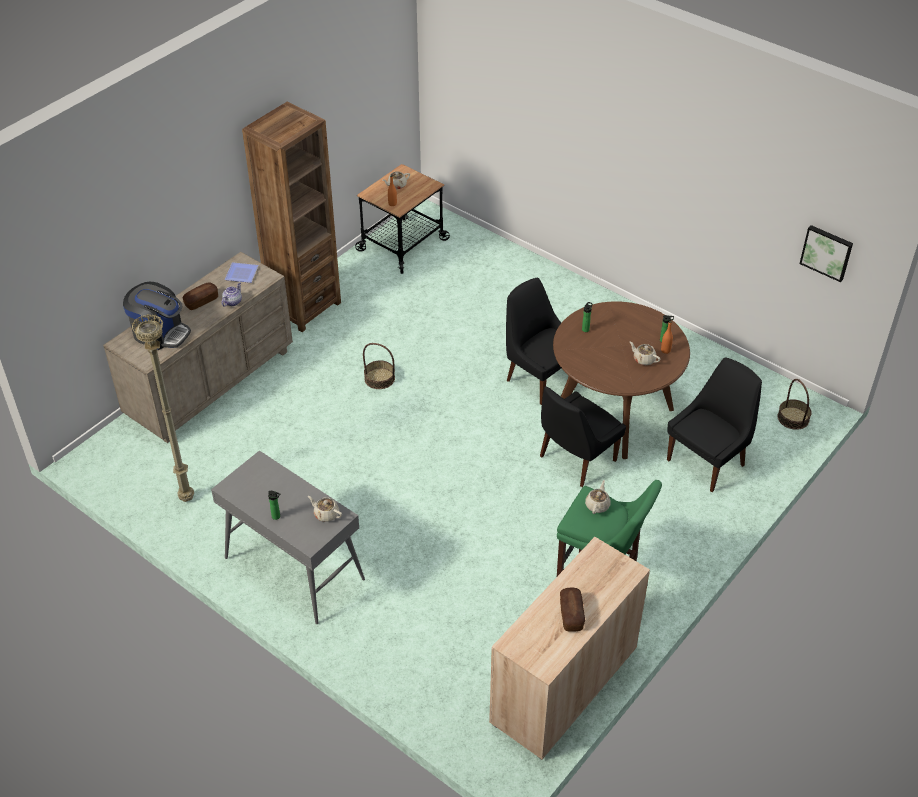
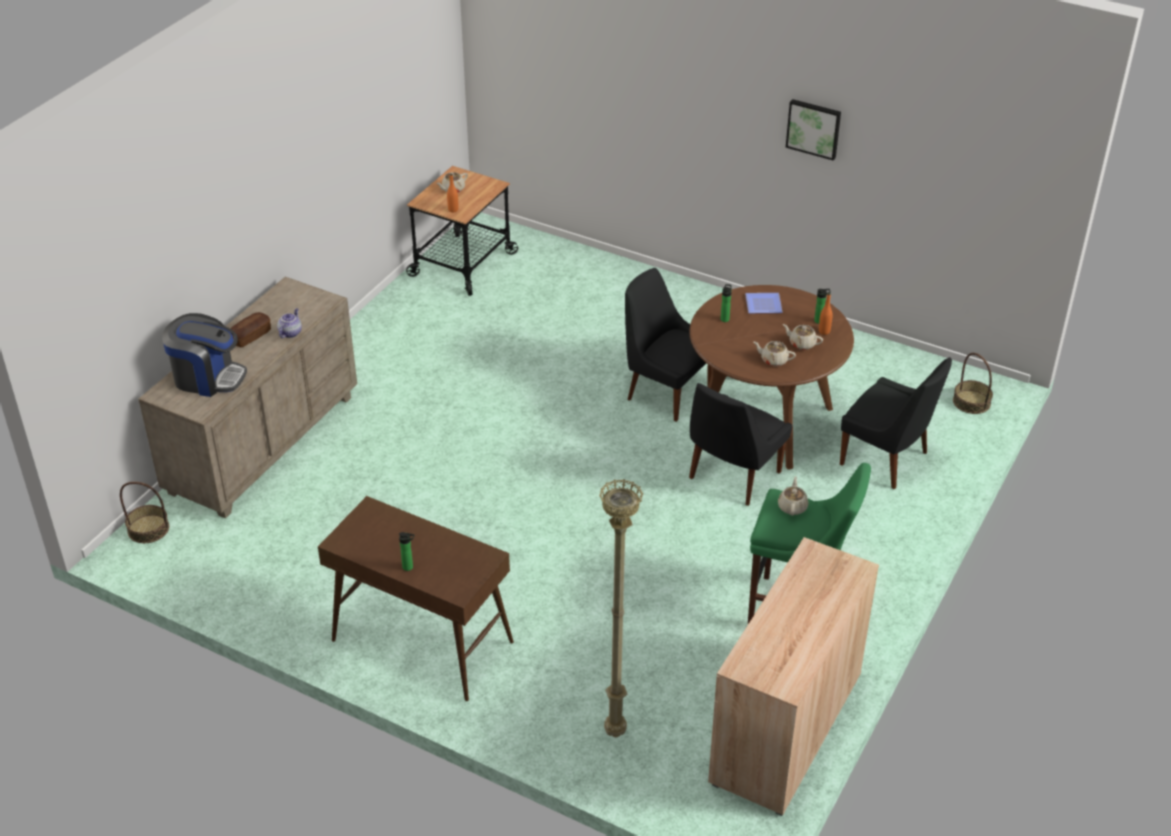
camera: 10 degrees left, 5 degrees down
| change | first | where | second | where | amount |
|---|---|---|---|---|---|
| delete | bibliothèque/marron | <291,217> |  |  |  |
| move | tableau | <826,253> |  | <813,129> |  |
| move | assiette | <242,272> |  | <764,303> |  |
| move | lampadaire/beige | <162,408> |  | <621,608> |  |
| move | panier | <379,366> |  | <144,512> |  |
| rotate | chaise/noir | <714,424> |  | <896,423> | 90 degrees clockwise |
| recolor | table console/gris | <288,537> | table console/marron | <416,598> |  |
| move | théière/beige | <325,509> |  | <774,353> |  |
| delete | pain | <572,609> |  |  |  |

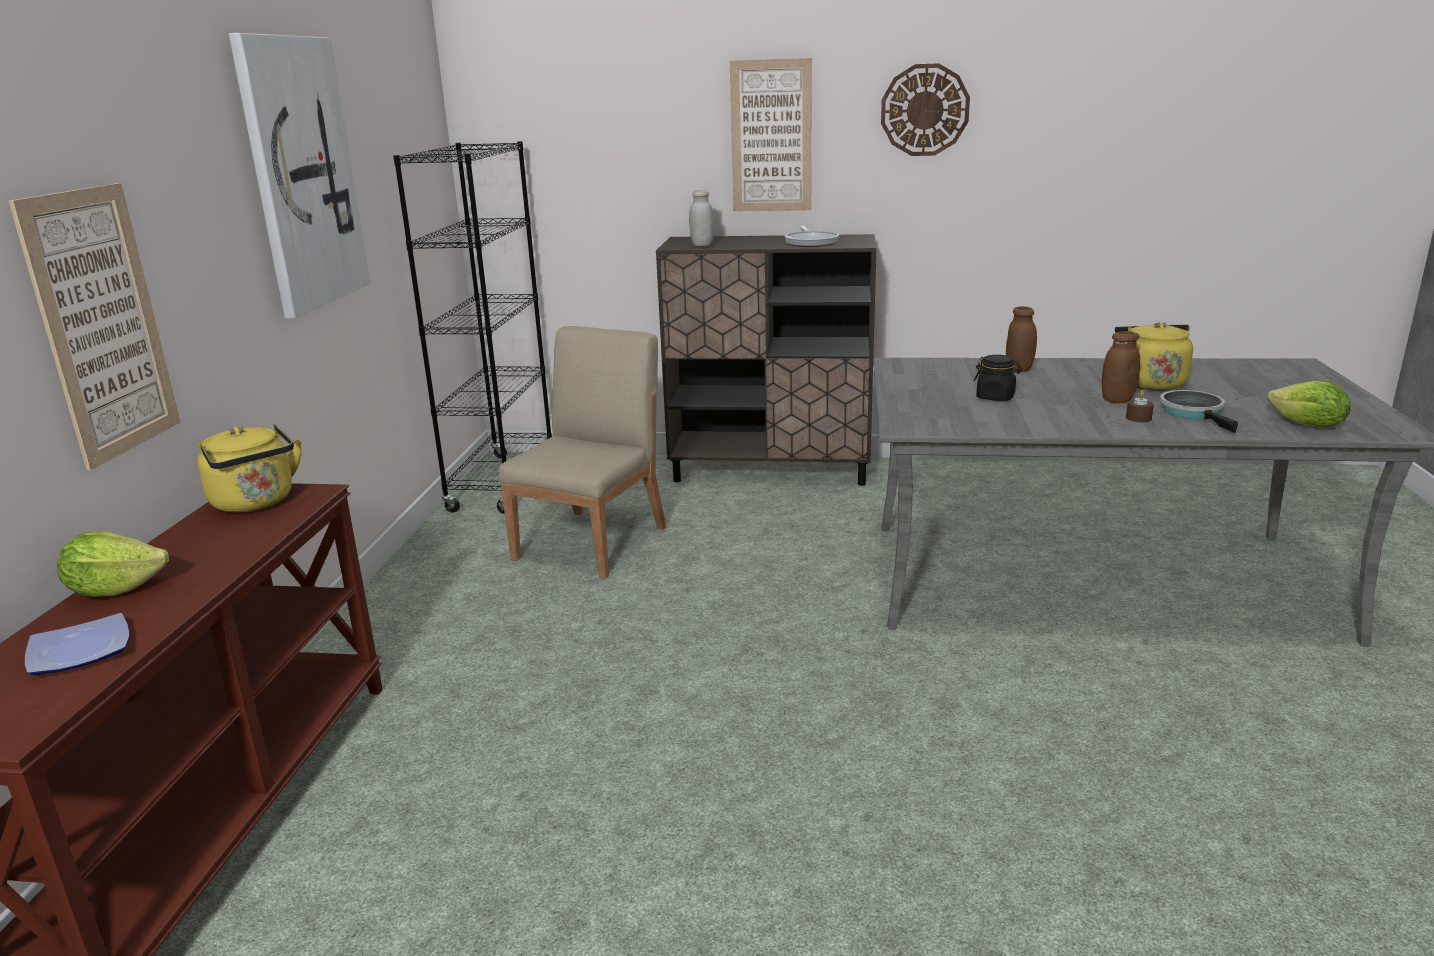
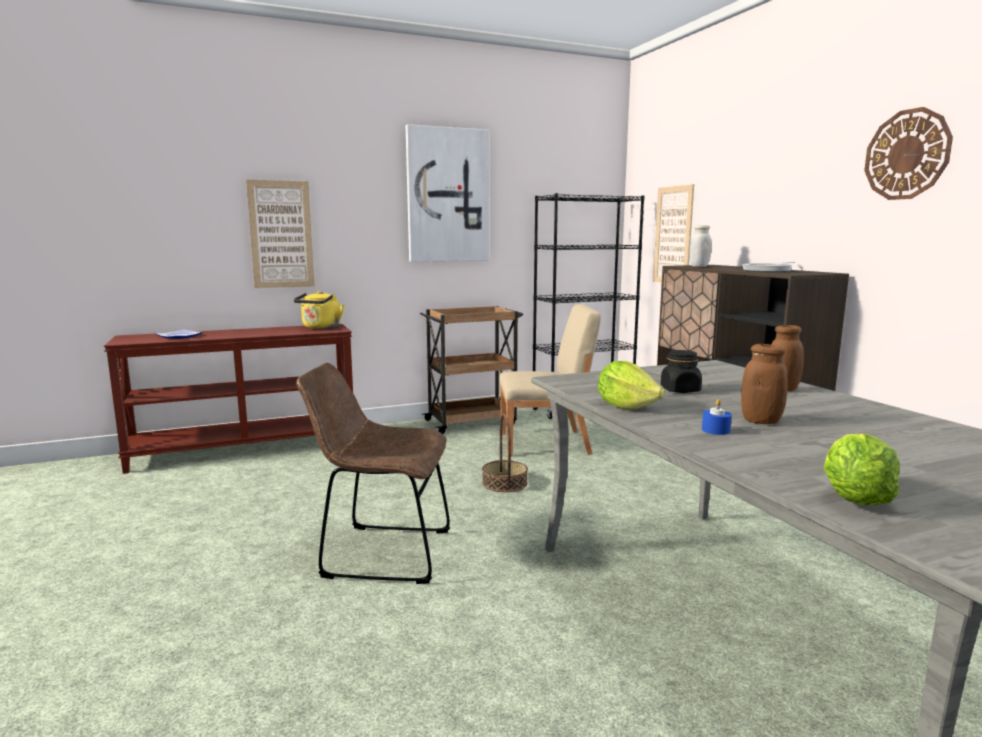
camera: 60 degrees right, 10 degrees down
| change | first | where | second | where | amount |
|---|---|---|---|---|---|
| move | tableau | <771,135> |  | <673,233> |  |
| delete | bouilloire/jaune | <1151,356> |  |  |  |
| delete | poêle | <1199,411> |  |  |  |
| recolor | bougie/marron | <1140,406> | bougie/bleu | <717,417> |  |
| move | laitue | <113,564> |  | <631,385> |  |
| insert |  |  | chariot/marron | <471,370> |  |
| insert |  |  | chaise/marron | <373,473> |  |
| insert |  |  | panier | <505,453> |  |

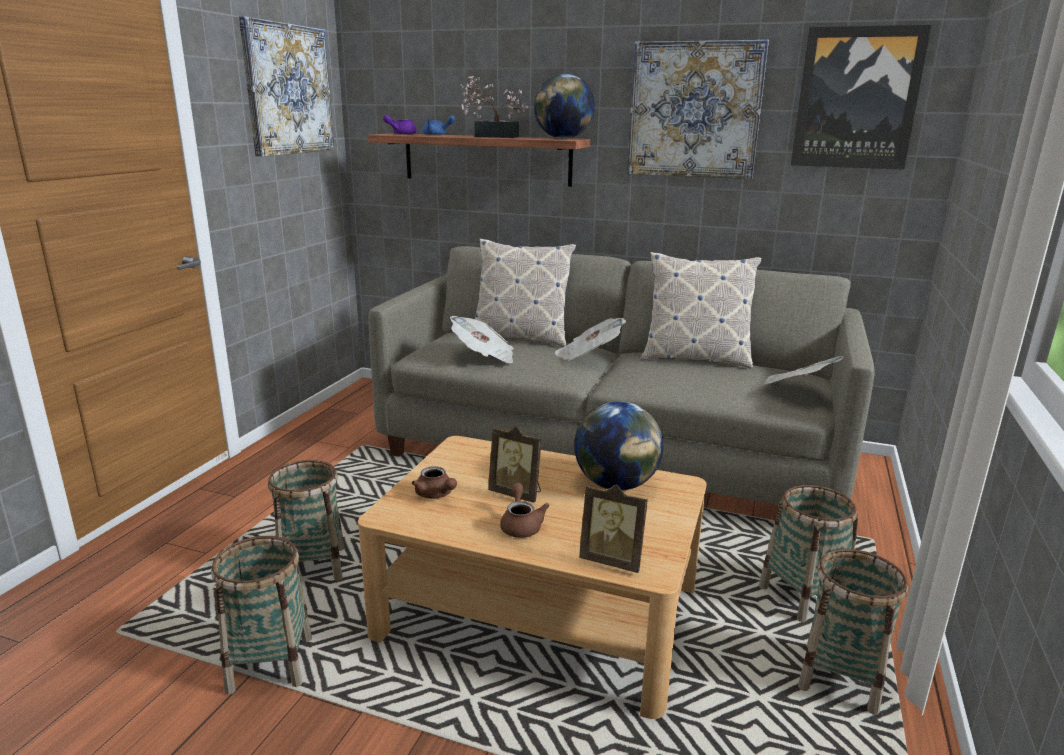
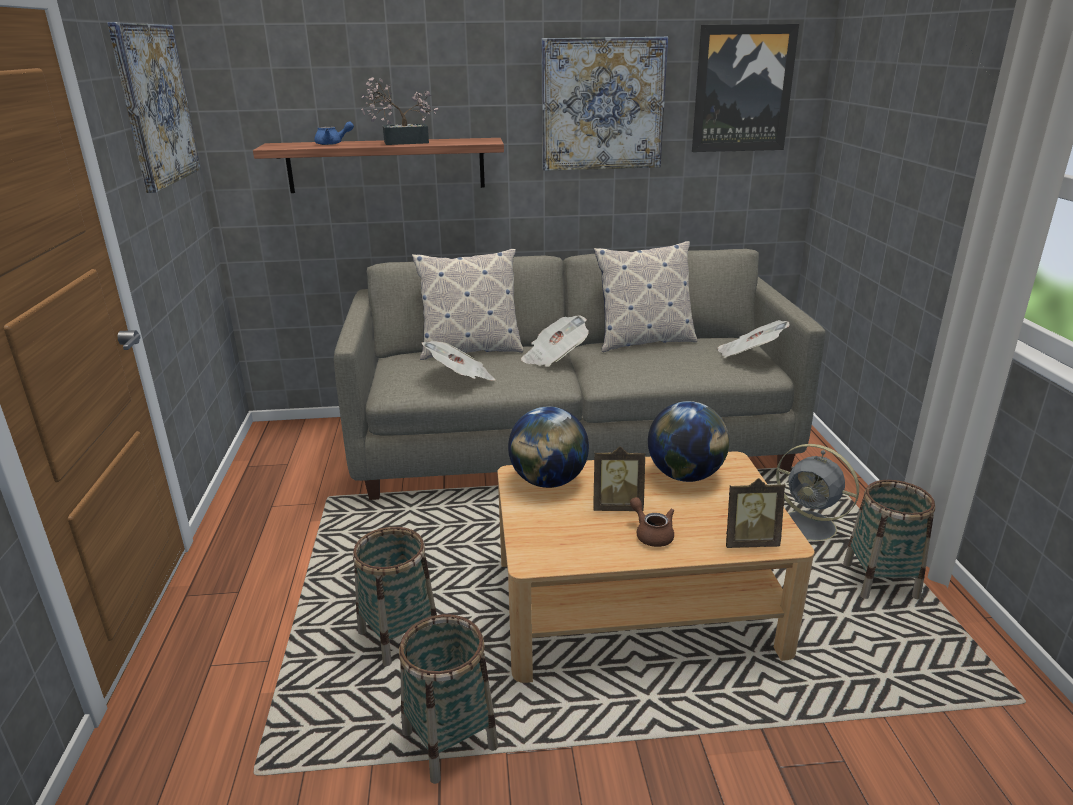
camera: 25 degrees left, 5 degrees up
| change | first | where | second | where | amount |
|---|---|---|---|---|---|
| move | globe | <564,106> |  | <548,447> |  |
| delete | théière/violet | <400,125> |  |  |  |
| delete | théière/marron | <434,482> |  |  |  |
| replace | panier | <808,553> | ventilateur/gris | <817,492> |  |

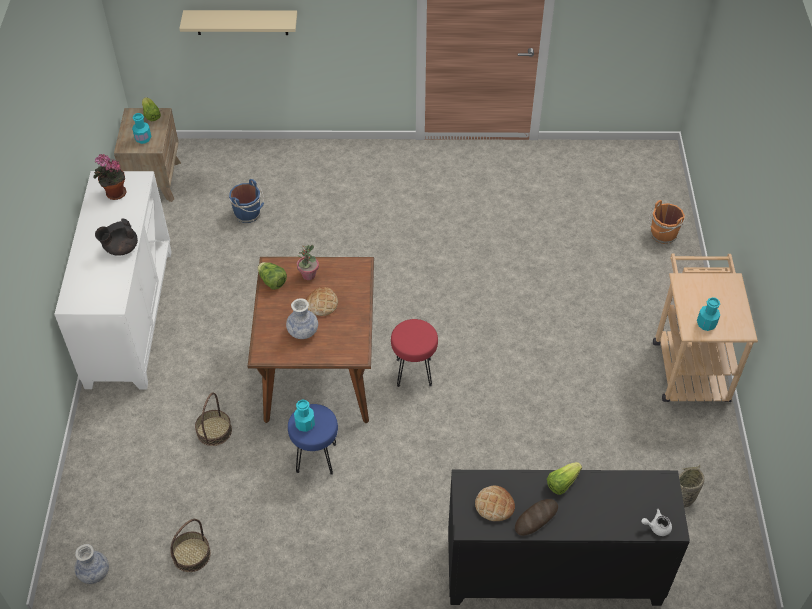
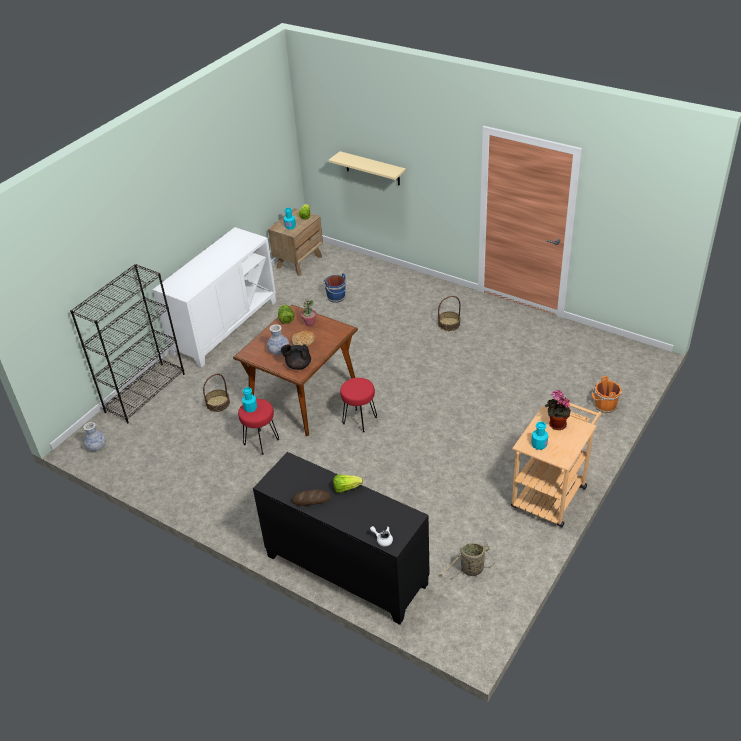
camera: 35 degrees right, 10 degrees down
| change | first | where | second | where | amount |
|---|---|---|---|---|---|
| move | plante en pot | <110,177> |  | <558,410> |  |
| move | théière/noir | <116,237> |  | <296,357> |  |
| recolor | tabouret/bleu | <313,439> | tabouret/rouge | <258,427> |  |
| delete | pain | <495,503> |  |  |  |
| move | panier | <190,545> |  | <449,313> |  |
| insert |  |  | bibliothèque/noir | <127,344> |  |

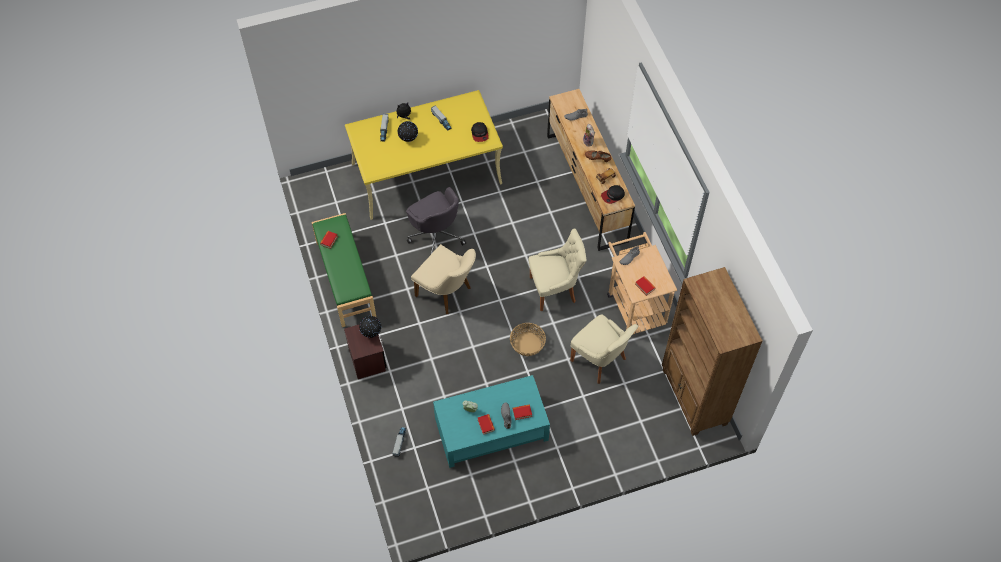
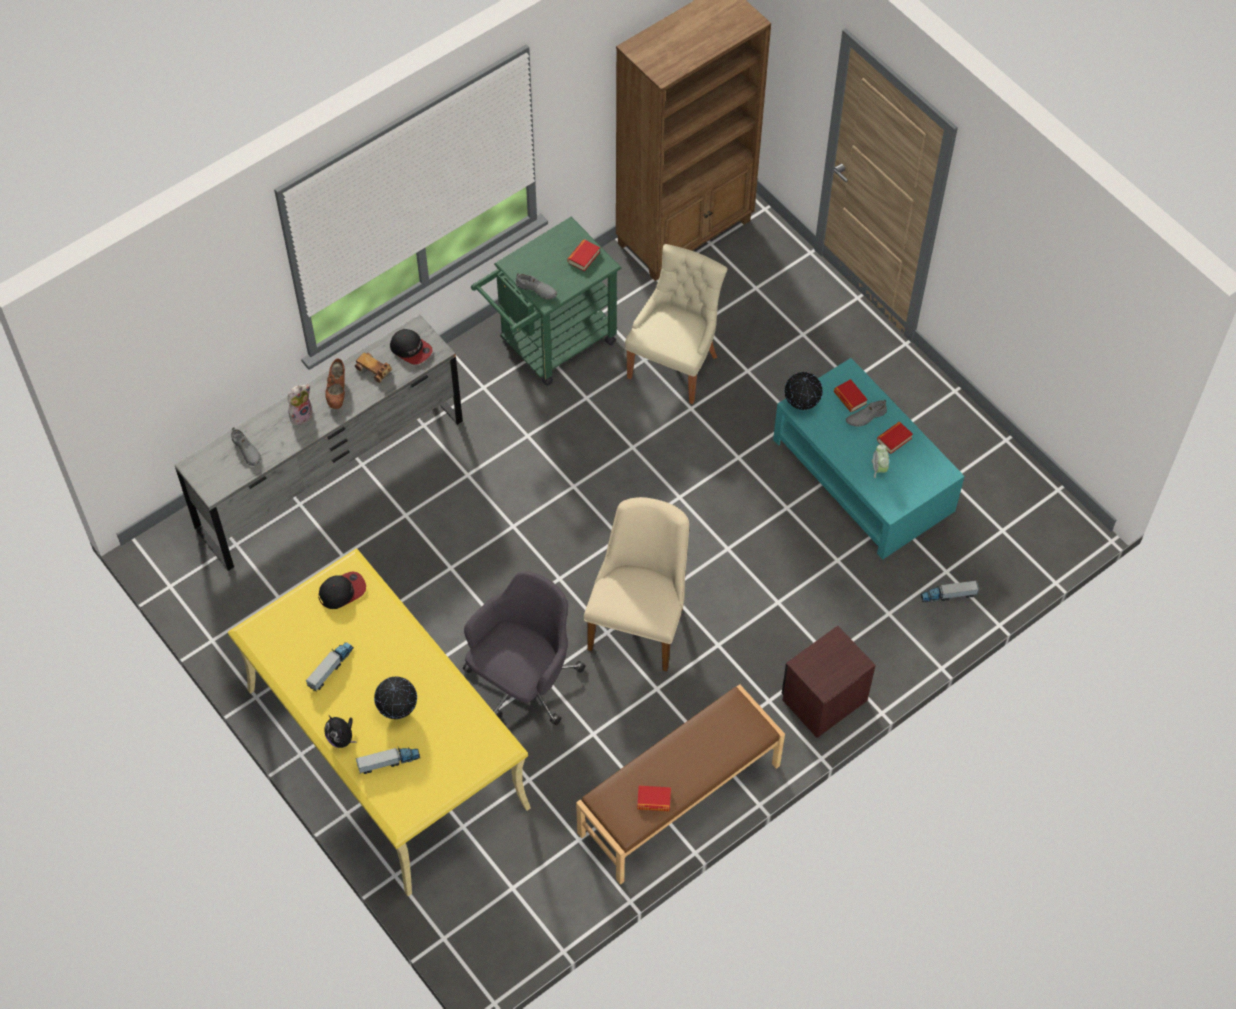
camera: 110 degrees left, 0 degrees up
| change | first | where | second | where | amount |
|---|---|---|---|---|---|
| recolor | commode/marron | <591,170> | commode/gris | <318,442> |  |
| recolor | banc/vert | <344,270> | banc/marron | <680,784> |  |
| delete | chaise/beige | <558,270> |  |  |  |
| recolor | chariot/beige | <642,283> | chariot/vert | <546,301> |  |
| move | globe | <370,327> |  | <804,391> |  |
| delete | panier | <528,339> |  |  |  |

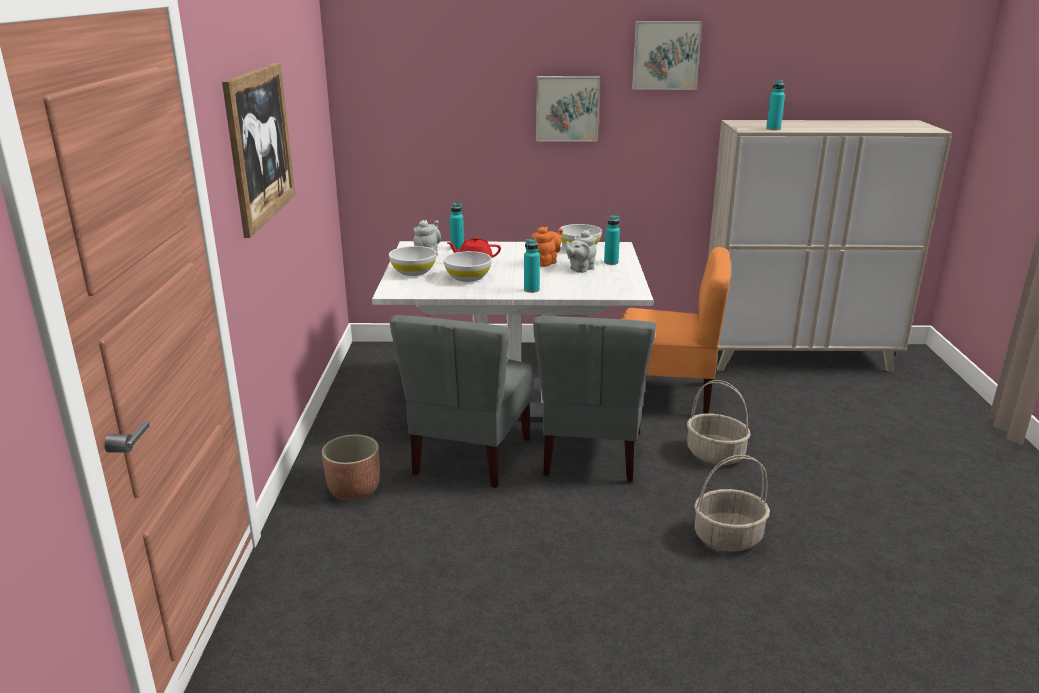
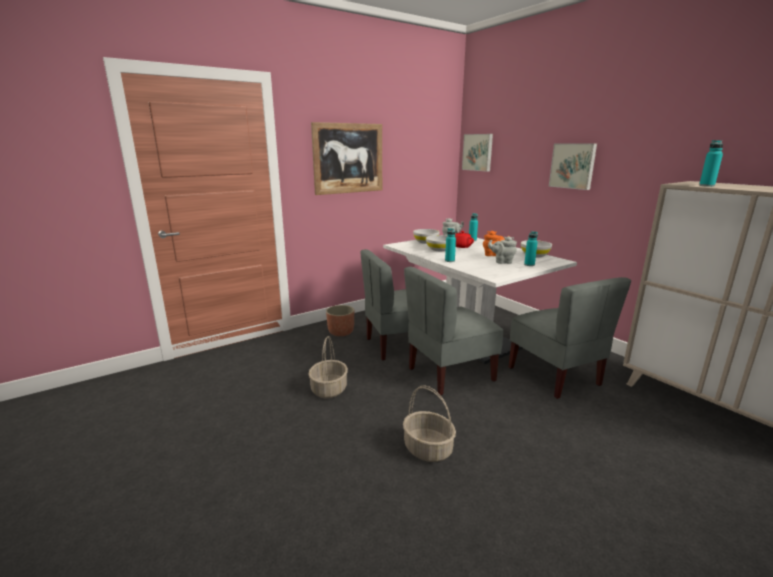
camera: 55 degrees right, 5 degrees down
| change | first | where | second | where | amount |
|---|---|---|---|---|---|
| move | tableau | <667,56> |  | <477,153> |  |
| recolor | chaise/orange | <676,330> | chaise/gris | <569,338> |  |
| move | panier | <719,422> |  | <328,367> |  |

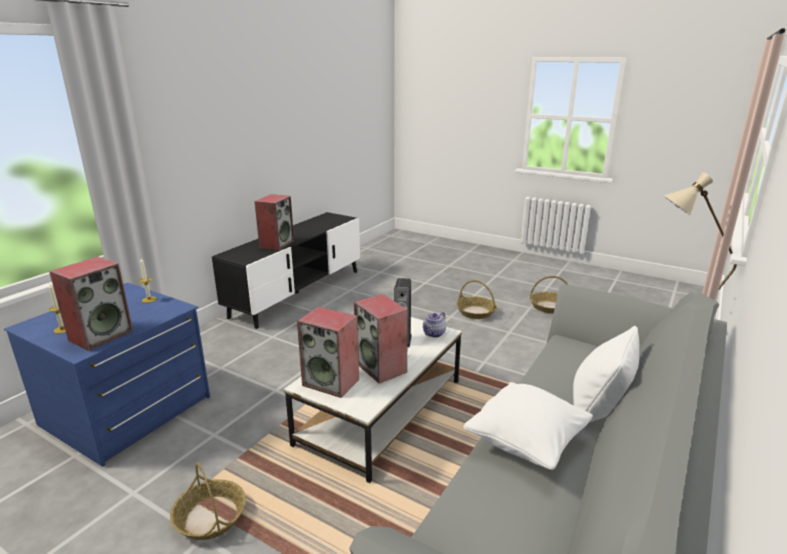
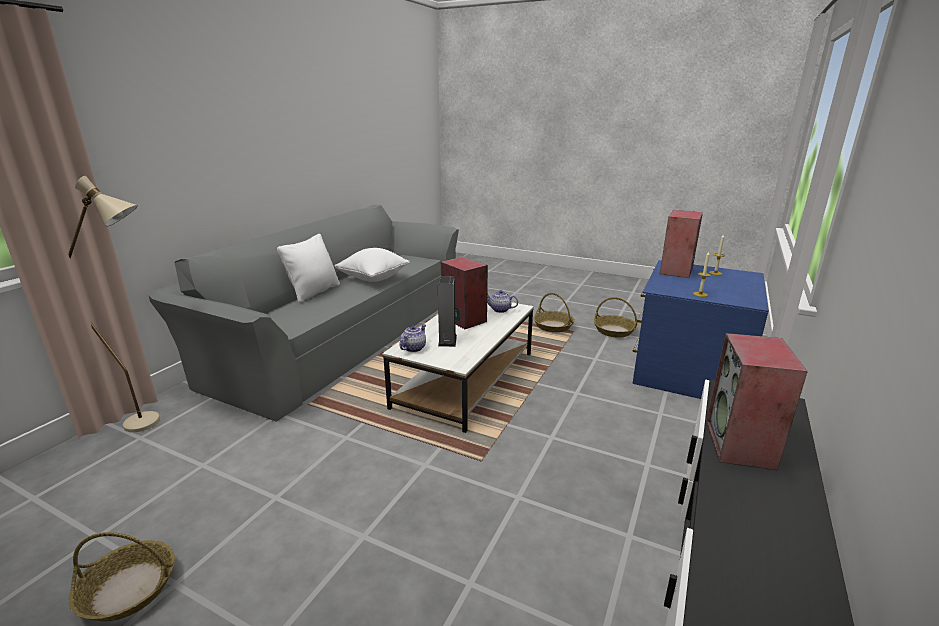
camera: 175 degrees right, 0 degrees up
| change | first | where | second | where | amount |
|---|---|---|---|---|---|
| move | panier | <476,299> |  | <615,317> |  |
| replace | enceinte | <328,352> | théière | <502,301> |  |

